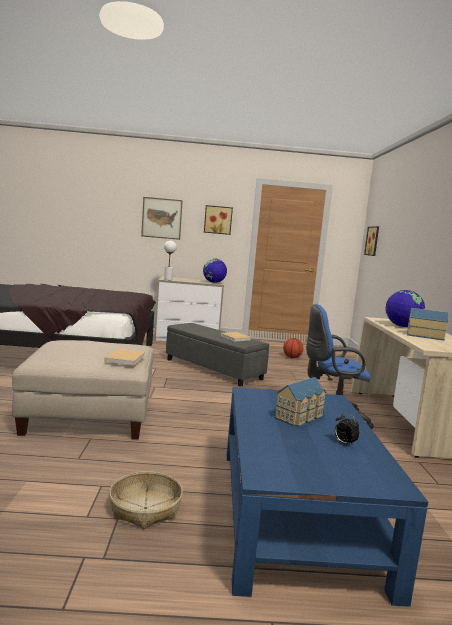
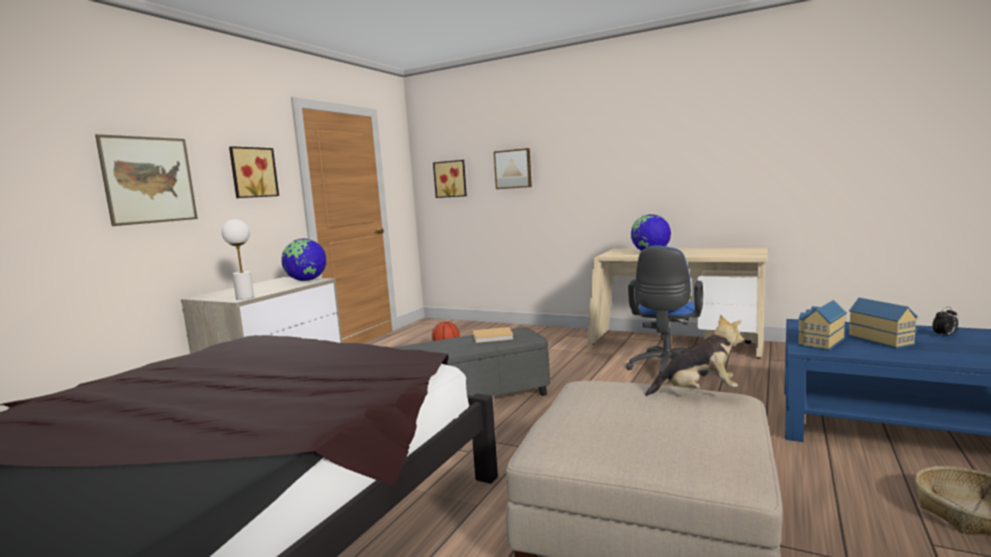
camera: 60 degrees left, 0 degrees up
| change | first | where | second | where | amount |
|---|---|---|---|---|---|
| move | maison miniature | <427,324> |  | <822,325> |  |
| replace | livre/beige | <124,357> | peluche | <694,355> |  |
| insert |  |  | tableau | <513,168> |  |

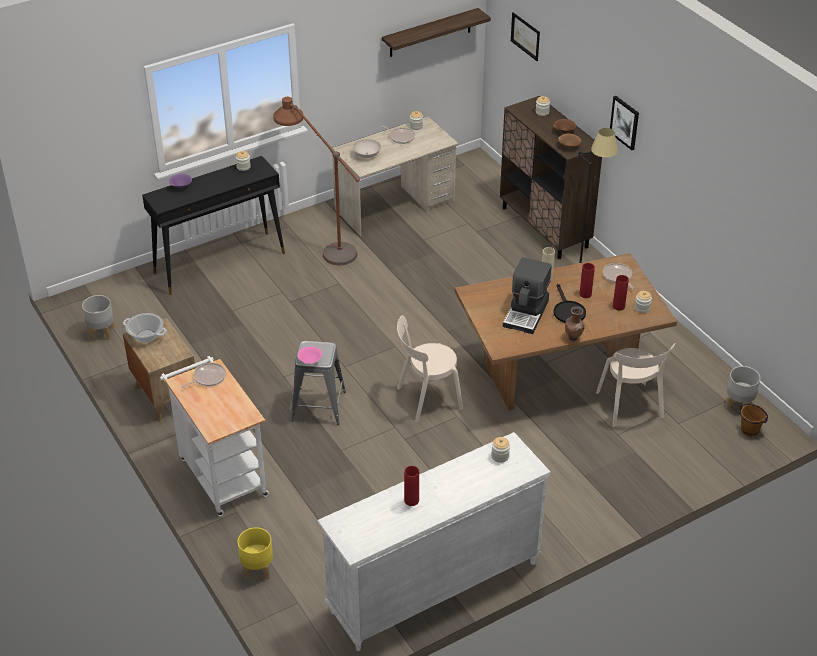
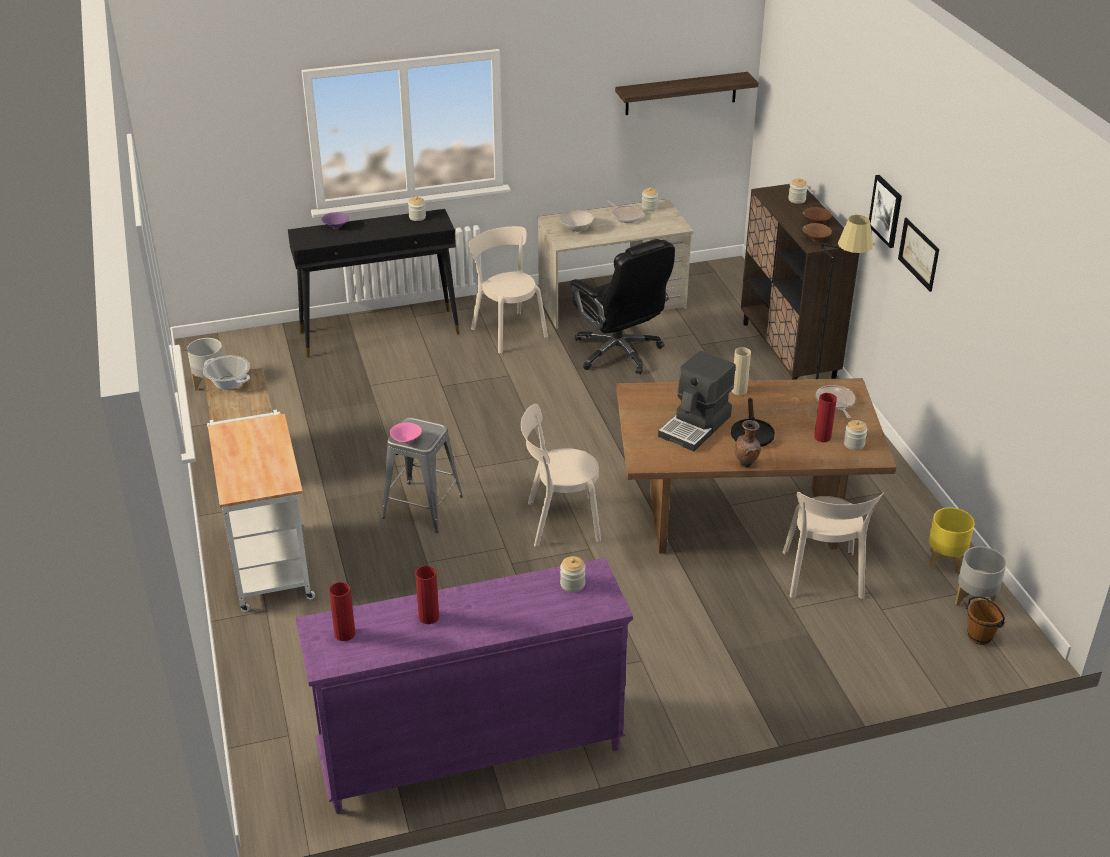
camera: 15 degrees right, 5 degrees down
| change | first | where | second | where | amount |
|---|---|---|---|---|---|
| move | tableau | <525,36> |  | <918,255> |  |
| replace | lampadaire/marron | <316,181> | chaise/beige | <508,290> |  |
| move | vase/rouge | <587,280> |  | <342,611> |  |
| delete | poêle | <203,375> |  |  |  |
| recolor | commode/blanc | <434,541> | commode/violet | <464,686> |  |
| move | cache-pot/jaune | <255,553> |  | <952,540> |  |
| insert |  |  | chaise de bureau/noir | <622,306> |  |

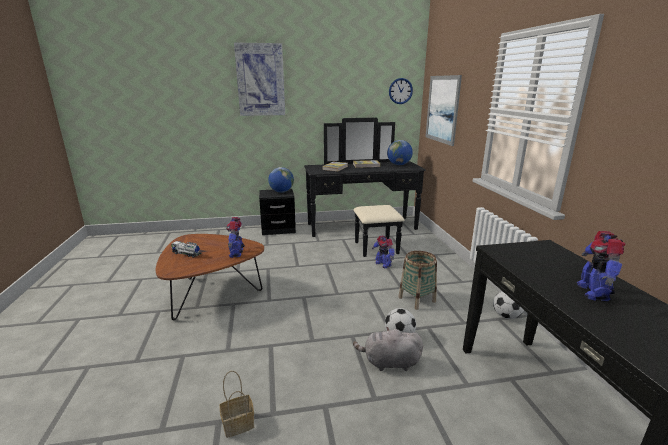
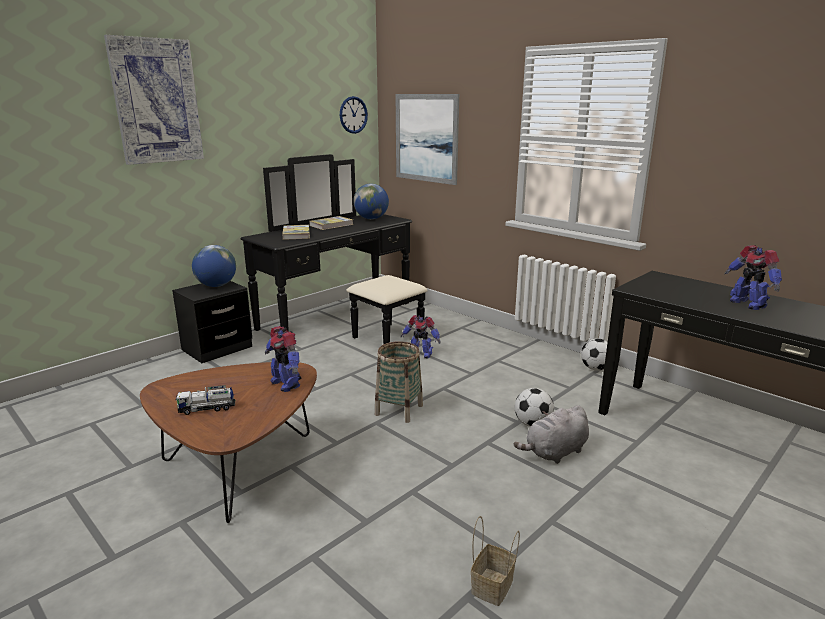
camera: 35 degrees left, 0 degrees up
| change | first | where | second | where | amount |
|---|---|---|---|---|---|
| move | panier | <418,280> |  | <399,382> |  |

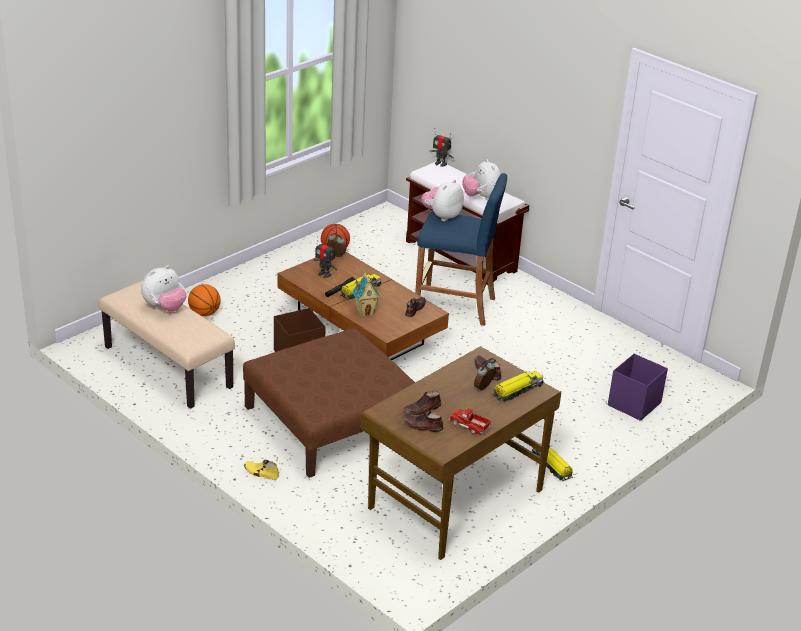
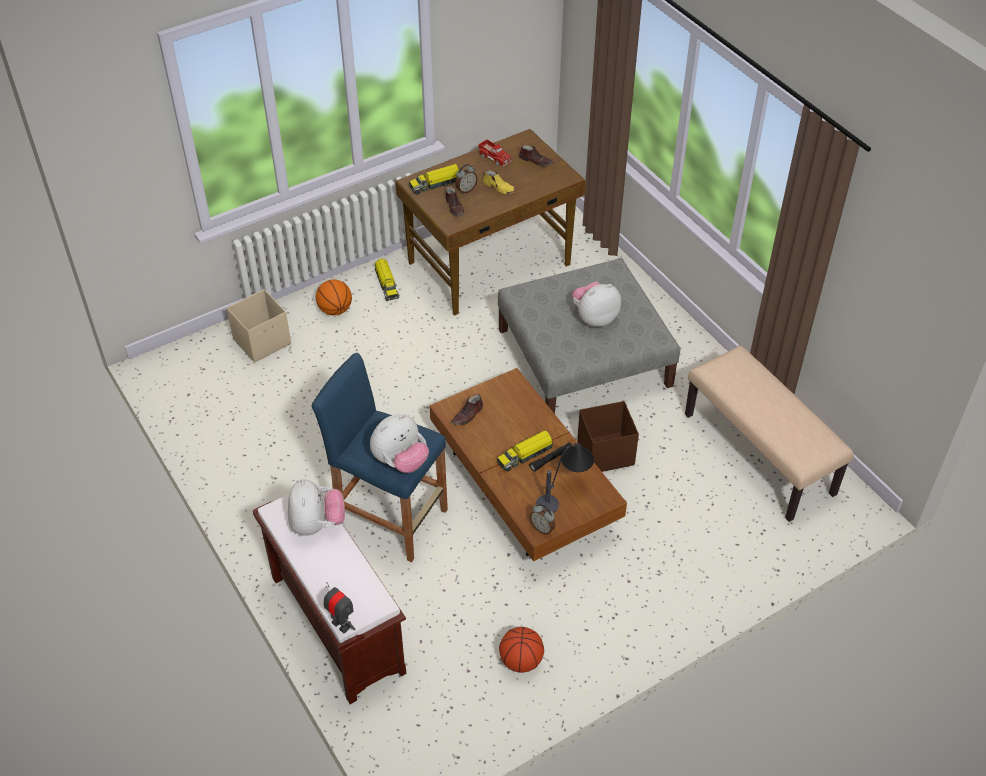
camera: 165 degrees left, 15 degrees up
| change | first | where | second | where | amount |
|---|---|---|---|---|---|
| replace | robot jouet | <325,258> | lampe de table | <565,478> |  |
| move | peluche | <164,288> |  | <596,304> |  |
| delete | maison miniature | <366,295> |  |  |  |
| move | ballon de basket | <204,300> |  | <334,297> |  |
| recolor | pouf/marron | <329,403> | pouf/gris | <589,336> |  |
| recolor | boîte de rangement/violet | <638,387> | boîte de rangement/beige | <259,326> |  |
| delete | chaussure/marron | <422,403> |  |  |  |
| move | chaussure/jaune | <261,470> |  | <499,181> |  |

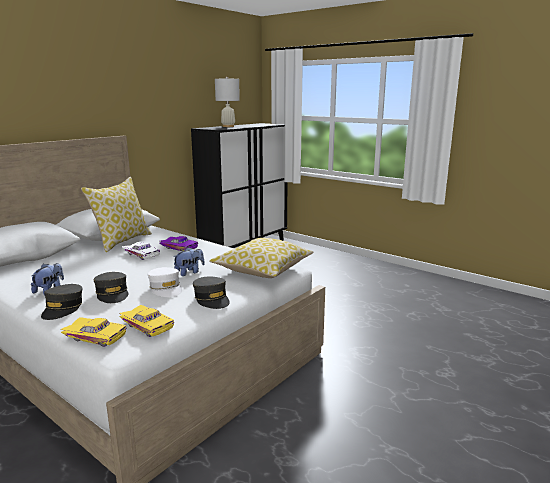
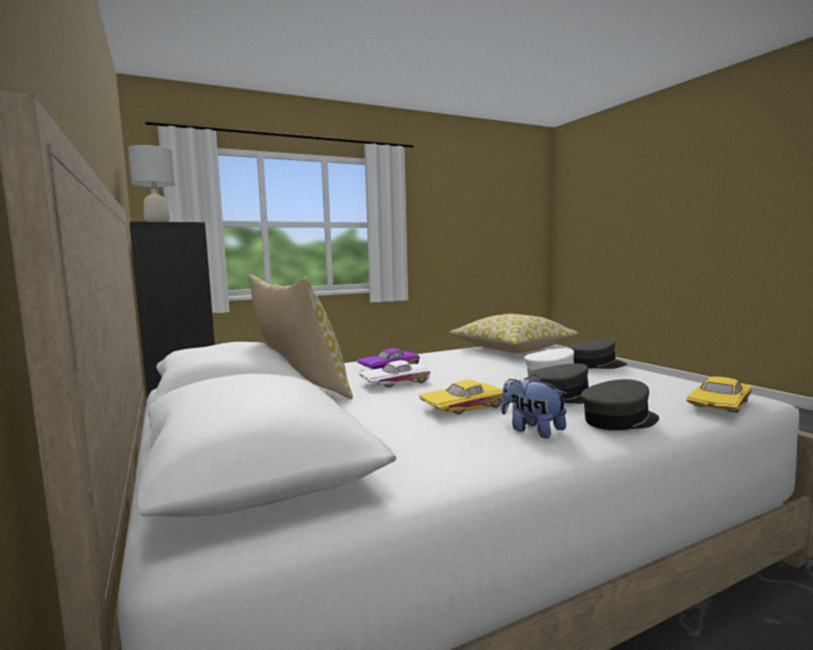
camera: 65 degrees left, 10 degrees down
| change | first | where | second | where | amount |
|---|---|---|---|---|---|
| delete | peluche | <189,261> |  |  |  |
| rotate | casquette/gris | <62,302> |  | <620,404> | 60 degrees counterclockwise |
| move | petite voiture/jaune | <146,321> |  | <461,397> |  |

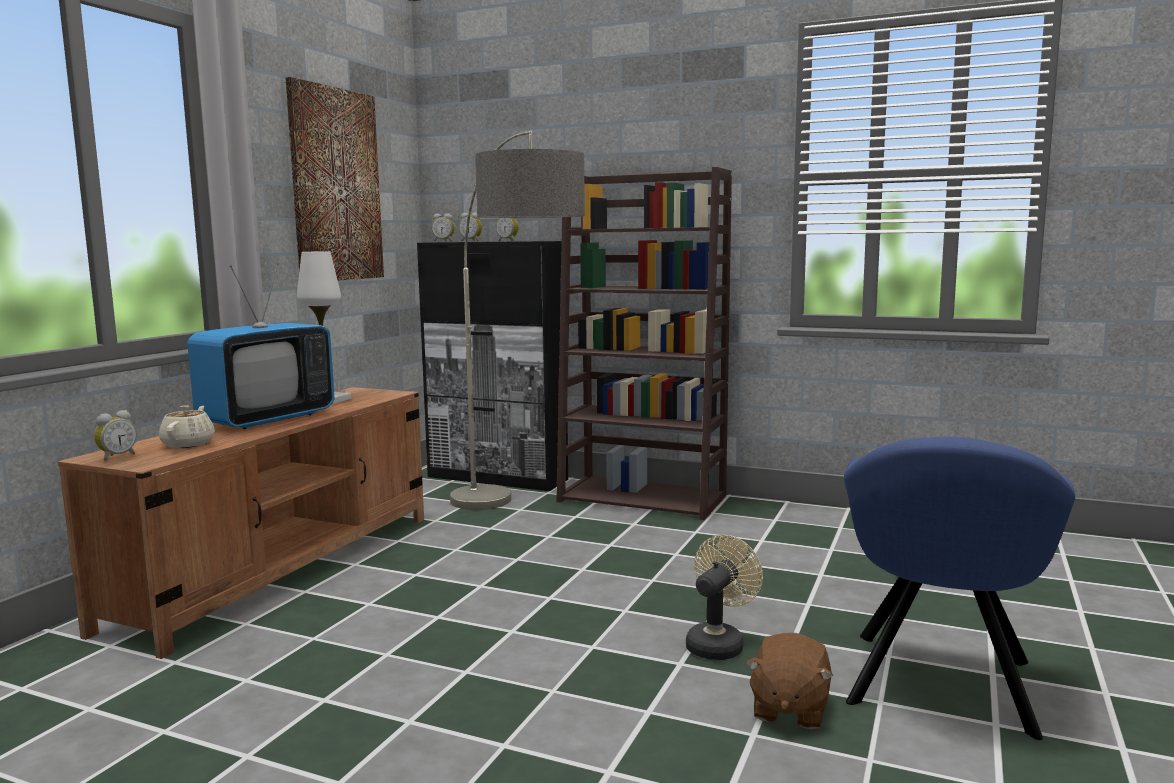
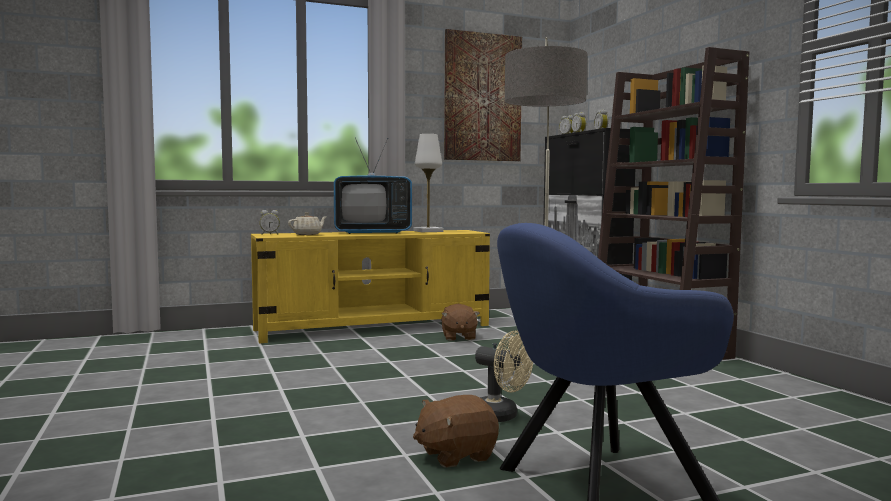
camera: 45 degrees right, 5 degrees down
| change | first | where | second | where | amount |
|---|---|---|---|---|---|
| recolor | meuble télé/marron | <241,523> | meuble télé/jaune | <370,286> |  |
| rotate | ventilateur/beige | <724,597> |  | <504,376> | 45 degrees clockwise |
| insert |  |  | peluche/marron | <460,322> |  |

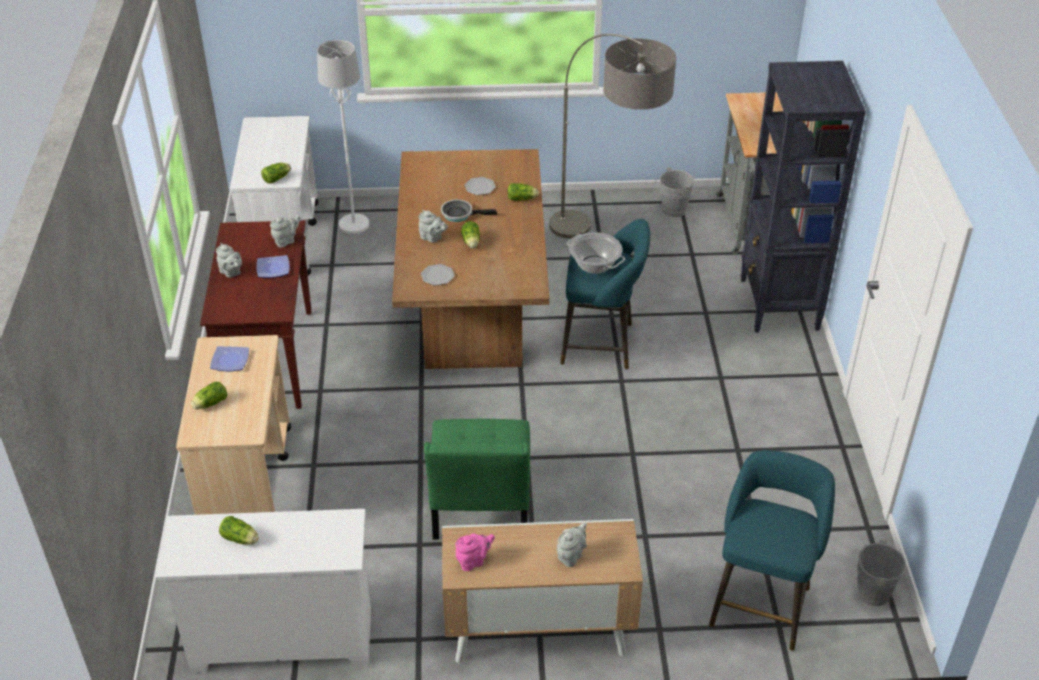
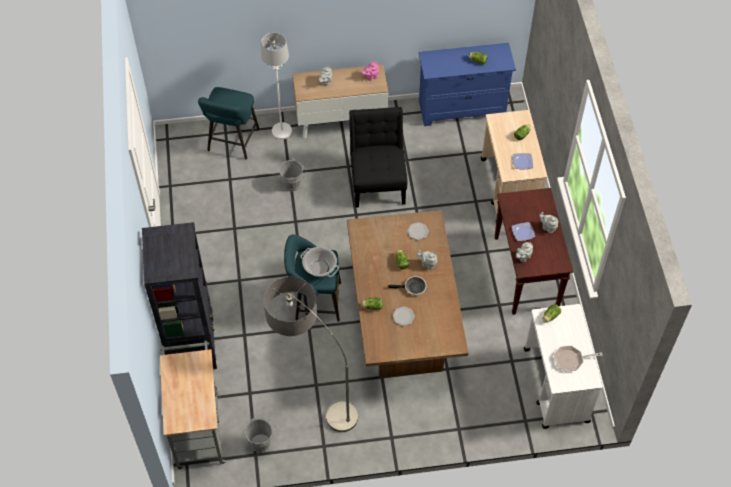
camera: 175 degrees right, 15 degrees up
| change | first | where | second | where | amount |
|---|---|---|---|---|---|
| move | lampadaire/blanc | <343,137> |  | <276,85> |  |
| recolor | chaise/vert | <477,479> | chaise/noir | <378,157> |  |
| recolor | commode/blanc | <263,591> | commode/bleu | <467,84> |  |
| move | seau/gris | <876,572> |  | <293,175> |  |
| insert |  |  | poêle | <578,359> |  |

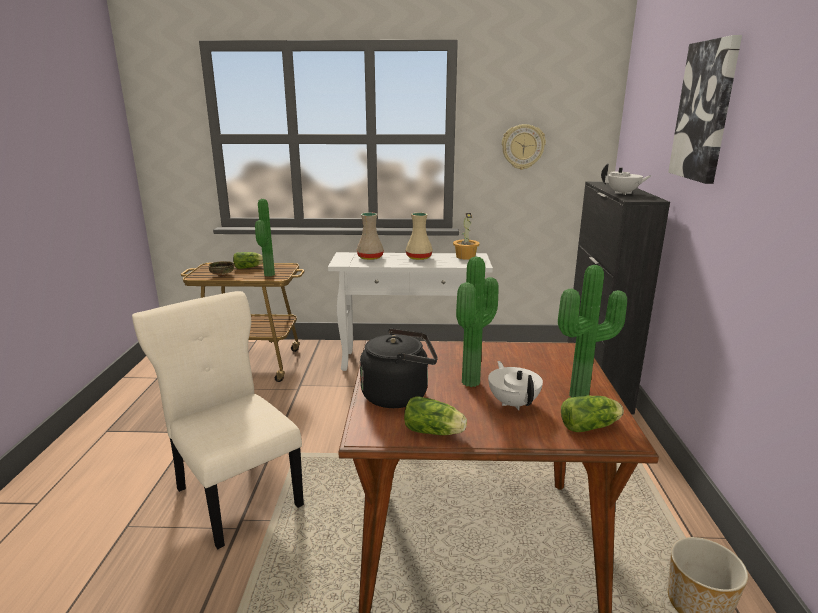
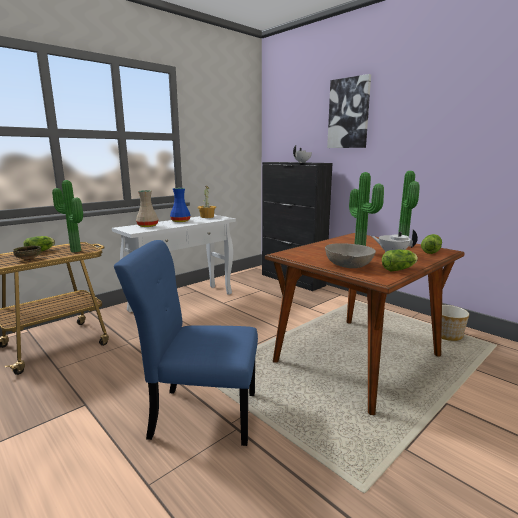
camera: 45 degrees left, 5 degrees down
| change | first | where | second | where | amount |
|---|---|---|---|---|---|
| delete | horloge murale | <524,147> |  |  |  |
| recolor | vase/beige | <419,236> | vase/bleu | <180,205> |  |
| recolor | chaise/beige | <218,420> | chaise/bleu | <186,343> |  |
| replace | bouilloire/noir | <399,368> | bol/gris | <350,255> |  |

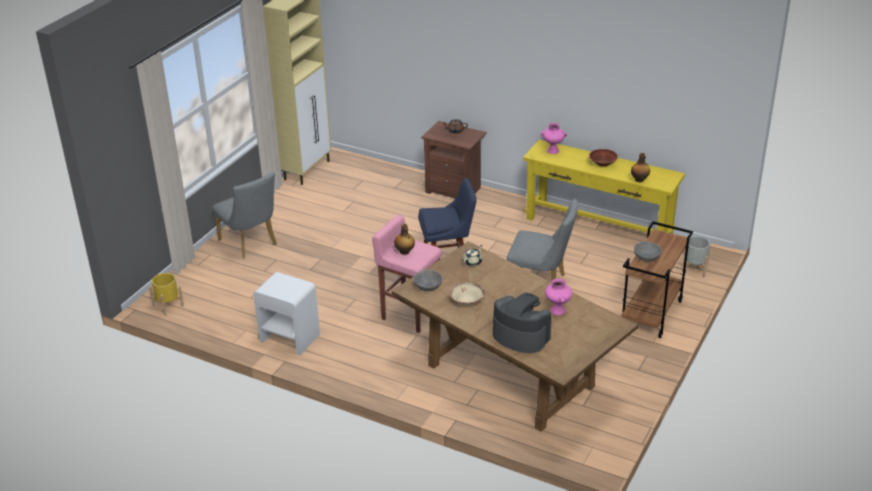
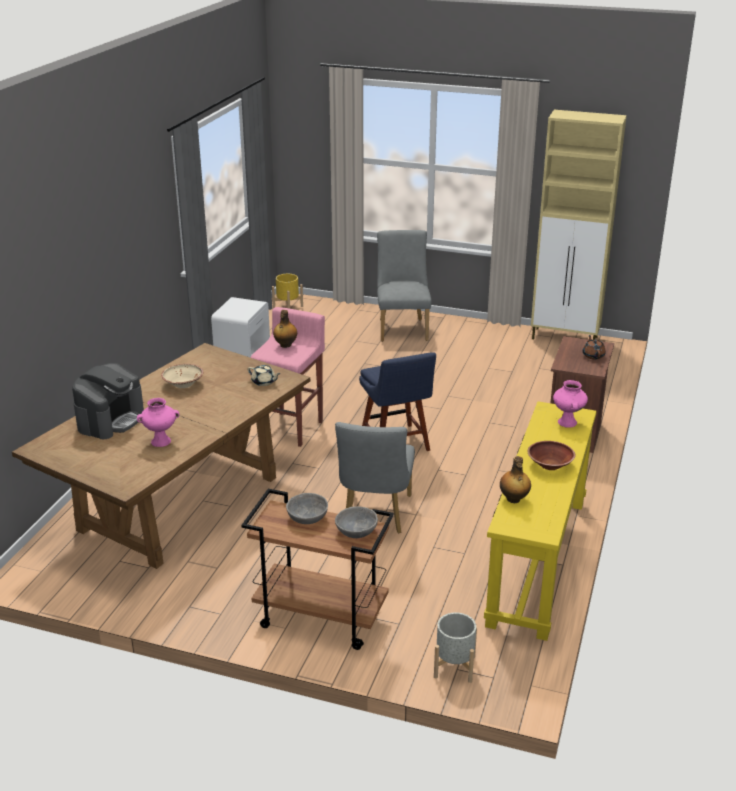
camera: 80 degrees right, 5 degrees down
| change | first | where | second | where | amount |
|---|---|---|---|---|---|
| rotate | chaise/gris | <244,215> |  | <404,286> | 135 degrees clockwise |
| move | bol/gris | <427,280> |  | <356,522> |  |

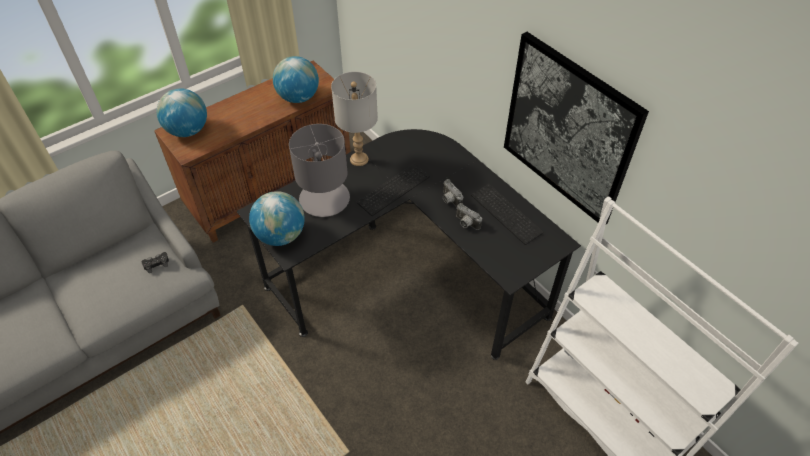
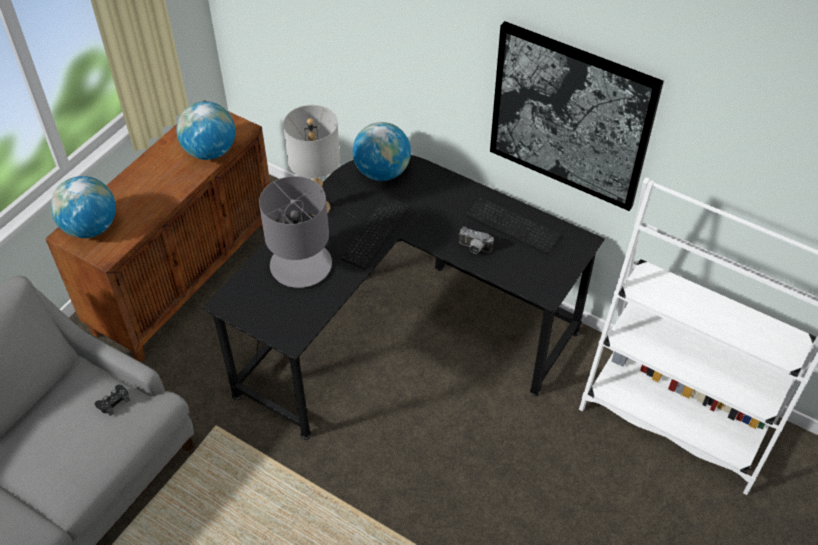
camera: 20 degrees left, 0 degrees up
| change | first | where | second | where | amount |
|---|---|---|---|---|---|
| delete | appareil photo | <453,193> |  |  |  |
| move | globe | <277,218> |  | <382,151> |  |

